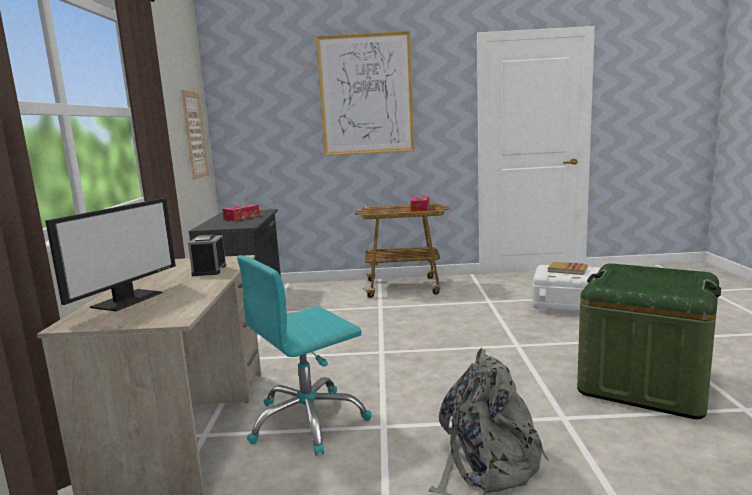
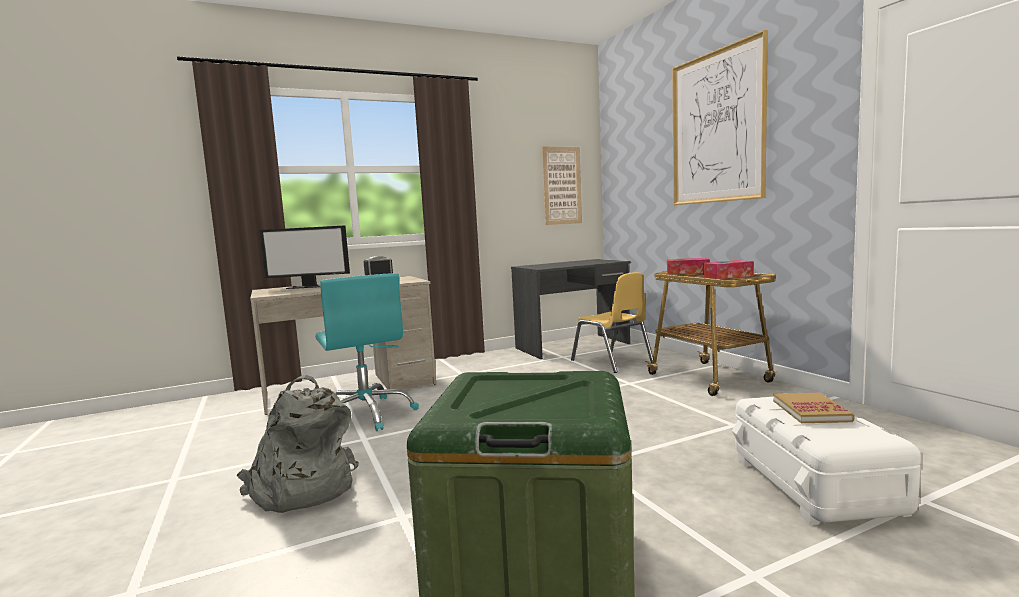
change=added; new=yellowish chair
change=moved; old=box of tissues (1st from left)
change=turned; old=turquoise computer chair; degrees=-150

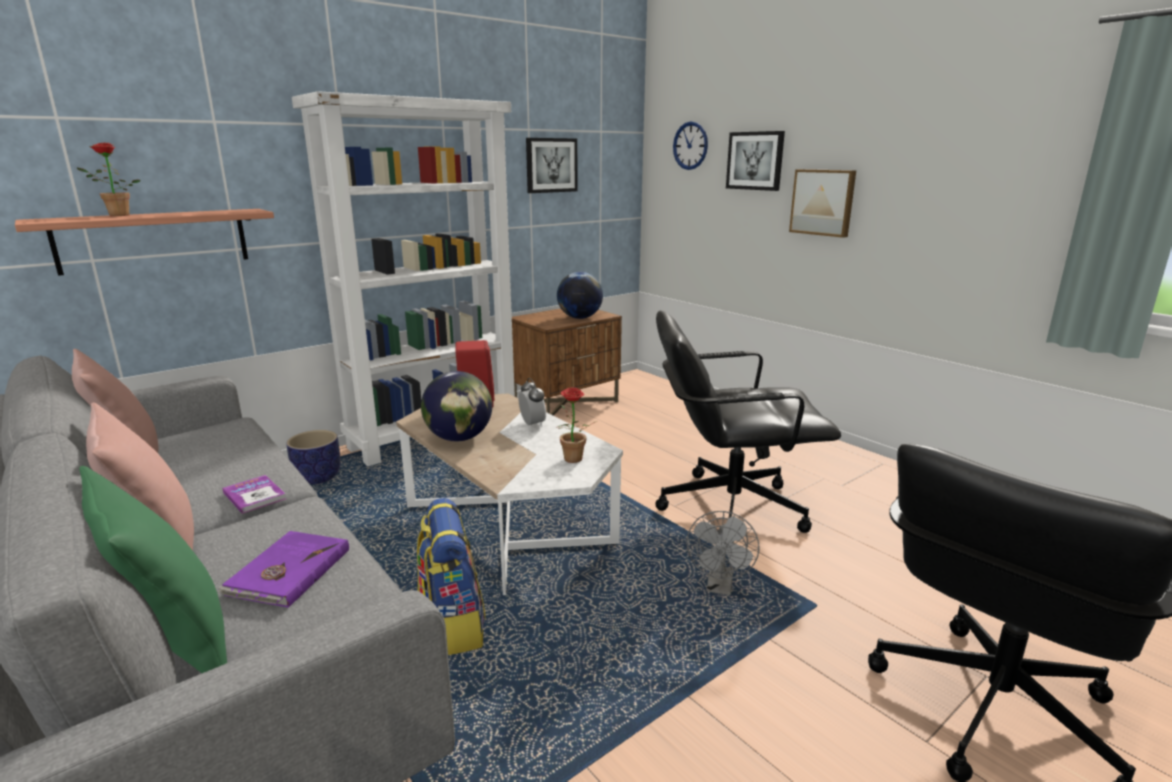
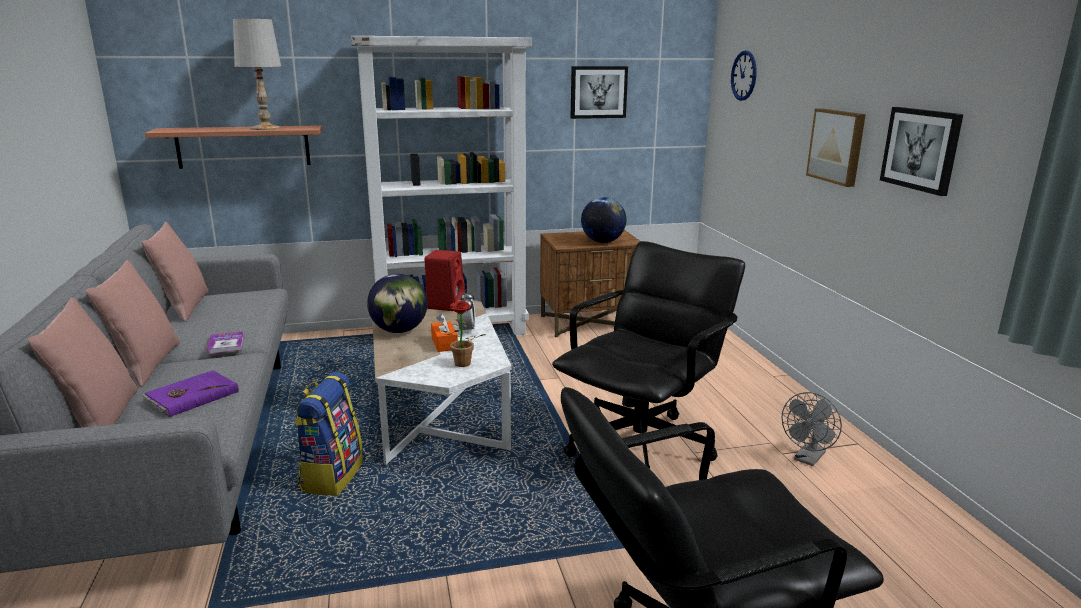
change=removed; old=houseplant (1st from left)
change=removed; old=planter
change=added; new=white-coloured tabletop lamp
change=added; new=orange box of tissues
change=moved; old=gray fan
change=moved; old=wall art (2nd from left in the first image); new=wall art (3rd from left)
change=recoloured; old=greenish cushion; new=pinkish cushion (1st from left)
change=turned; old=black-coloured computer chair (1st from left); degrees=105

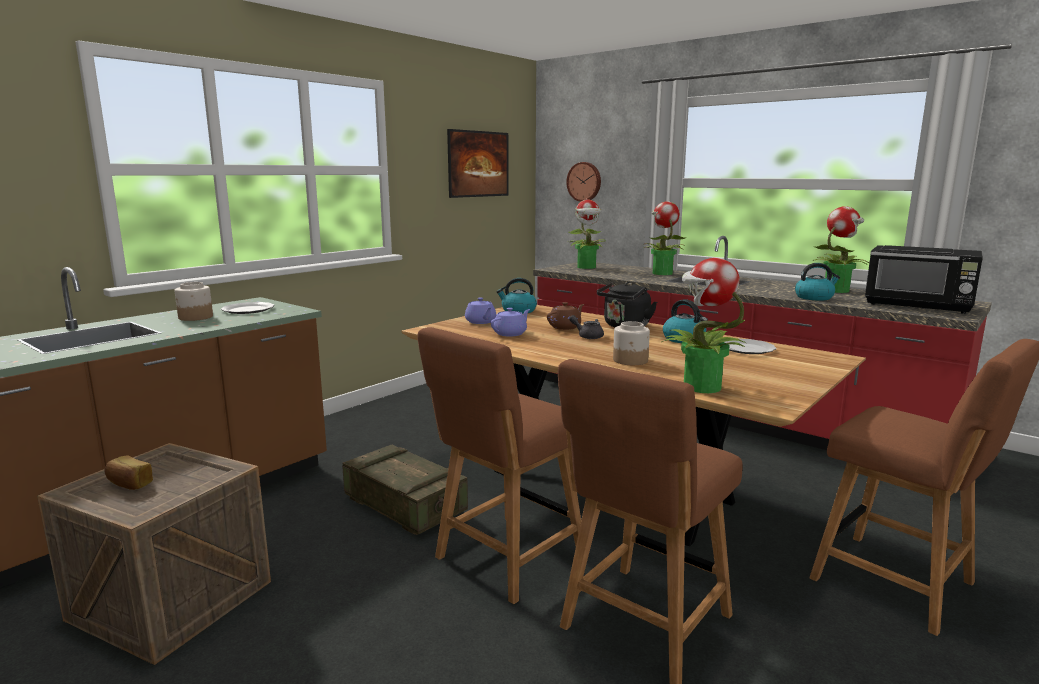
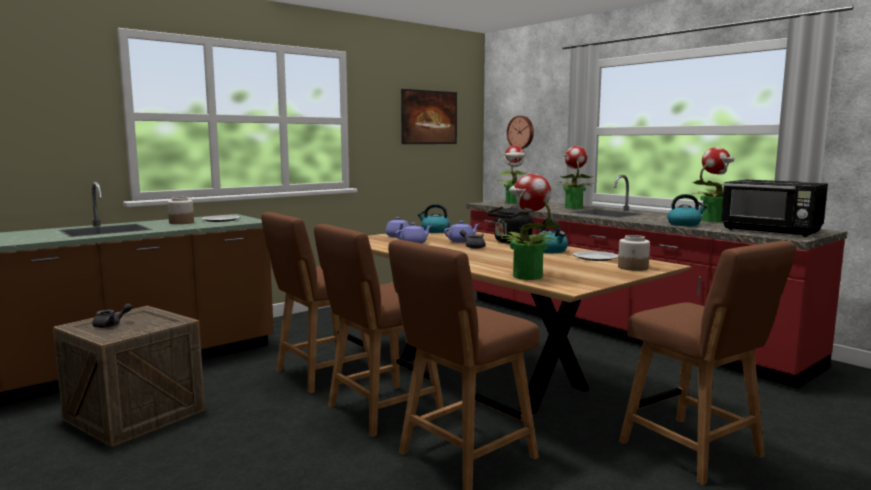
change=moved; old=preserve jar (2nd from left)
change=replaced; old=bread; new=gray teapot (1st from left)
change=replaced; old=crate (2nd from left); new=brown chair (1st from left)
change=recoloured; old=brown teapot; new=purple teapot (3rd from left)

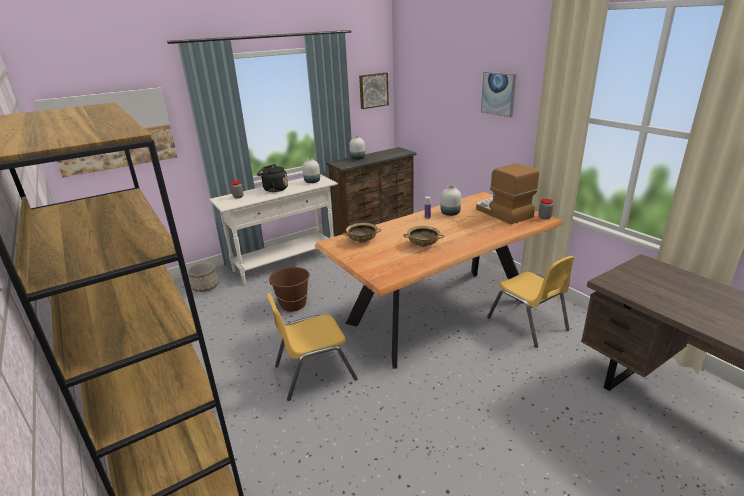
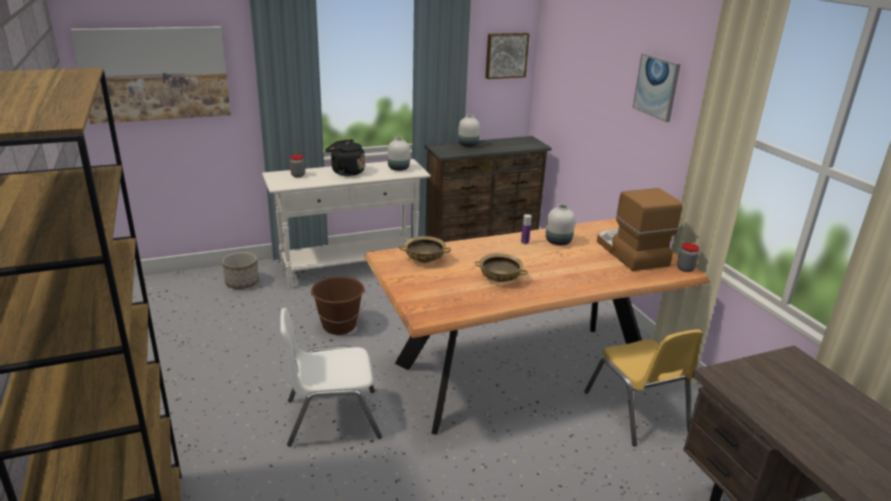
change=recoloured; old=yellowish chair (1st from left); new=white-coloured chair

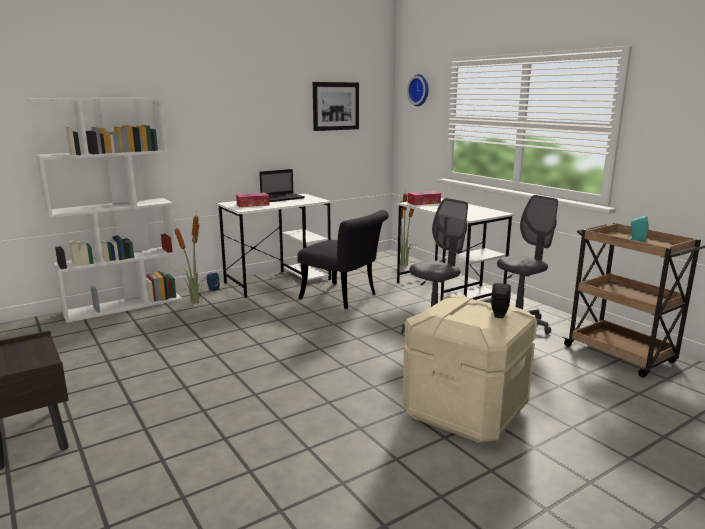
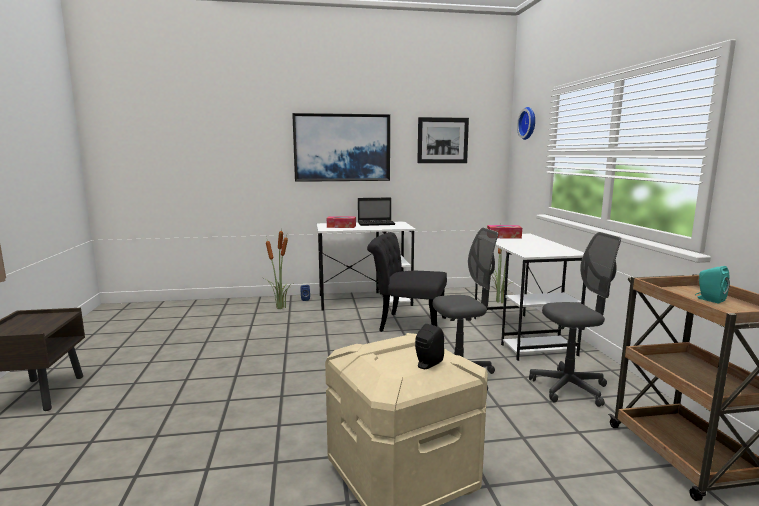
change=removed; old=white-coloured shelving unit
change=added; new=wall art (1st from left)
change=turned; old=black-coloured chair; degrees=135

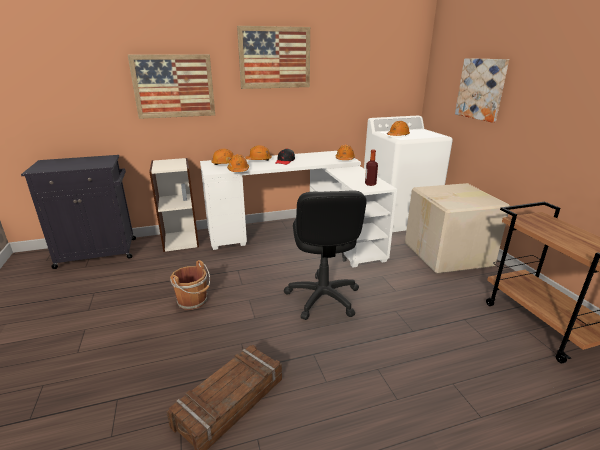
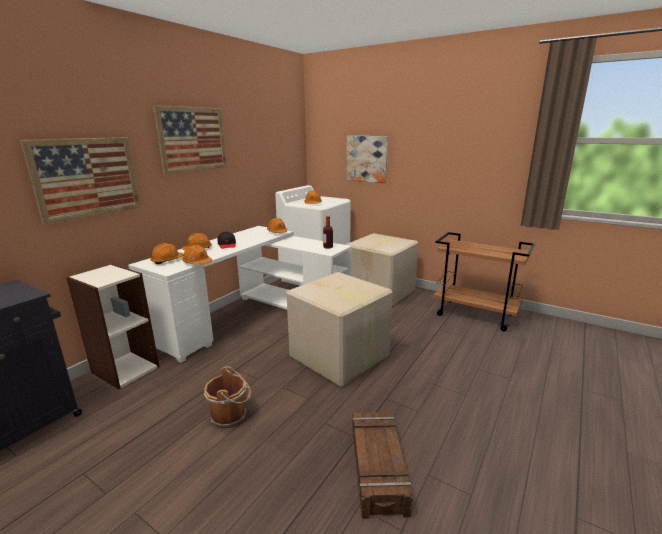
change=replaced; old=black-coloured computer chair; new=packing box (1st from left)

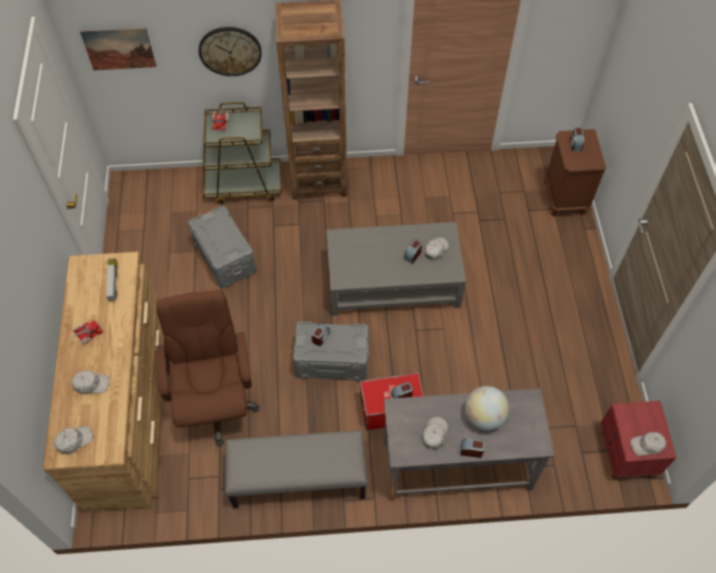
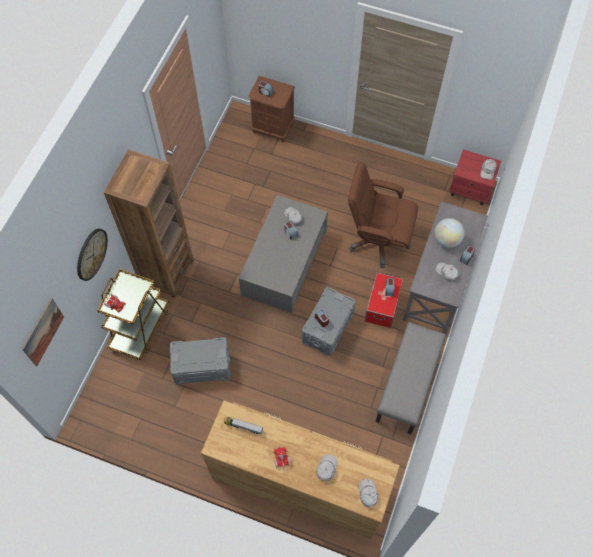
change=moved; old=brown computer chair

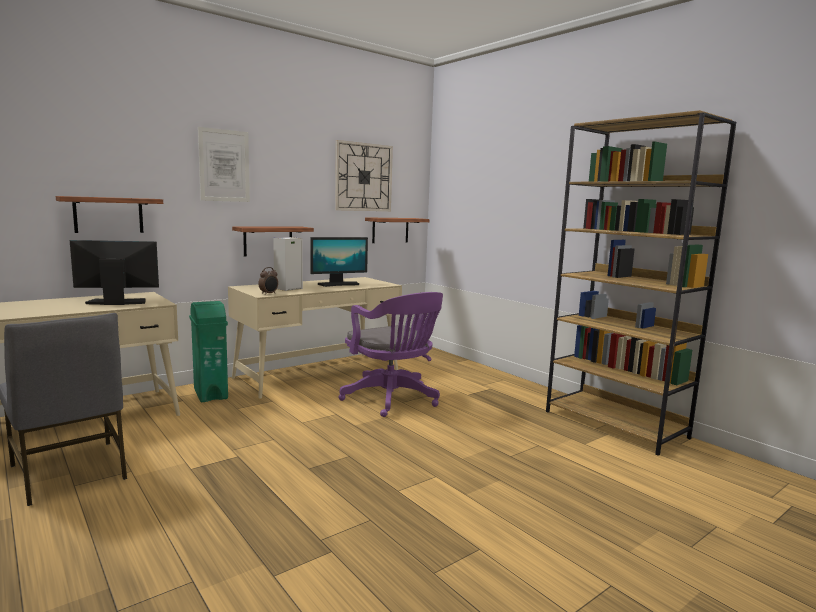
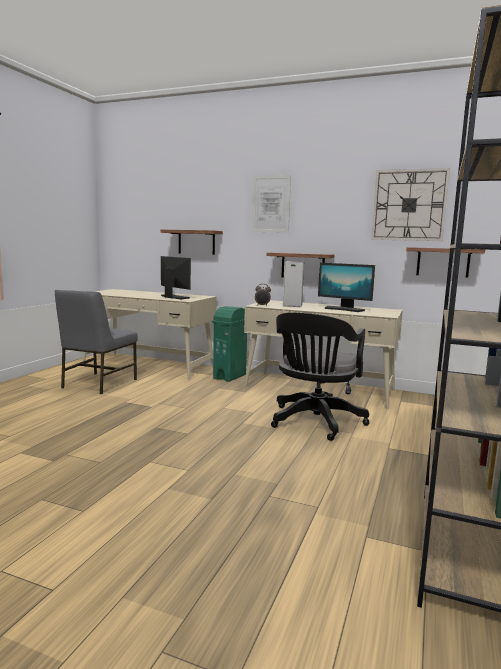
change=recoloured; old=purple computer chair; new=black-coloured computer chair

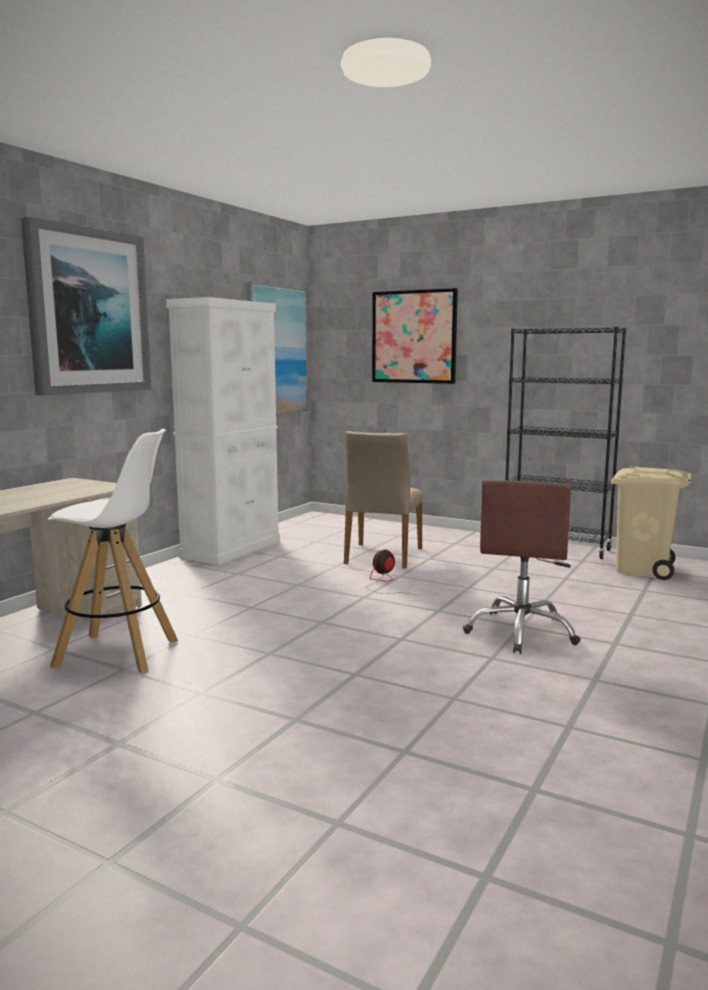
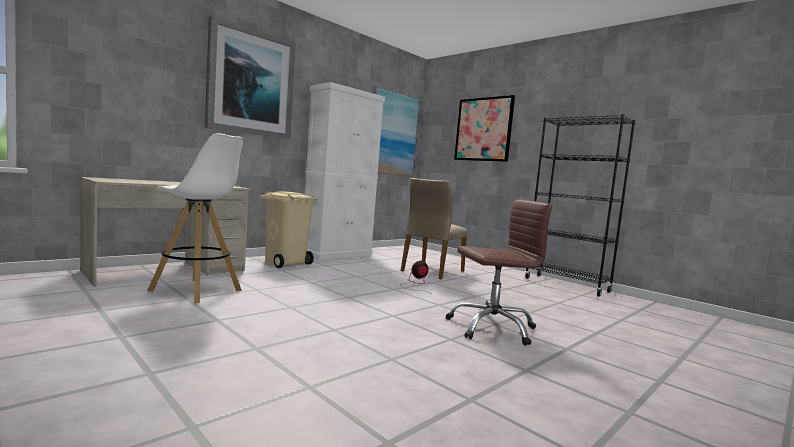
change=moved; old=beige trash can
change=turned; old=brown computer chair; degrees=-135

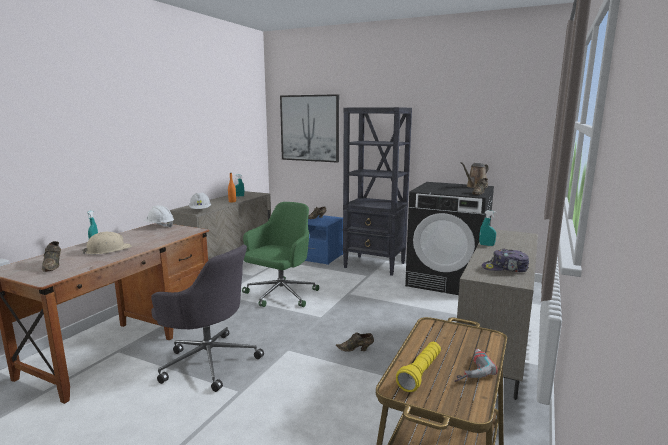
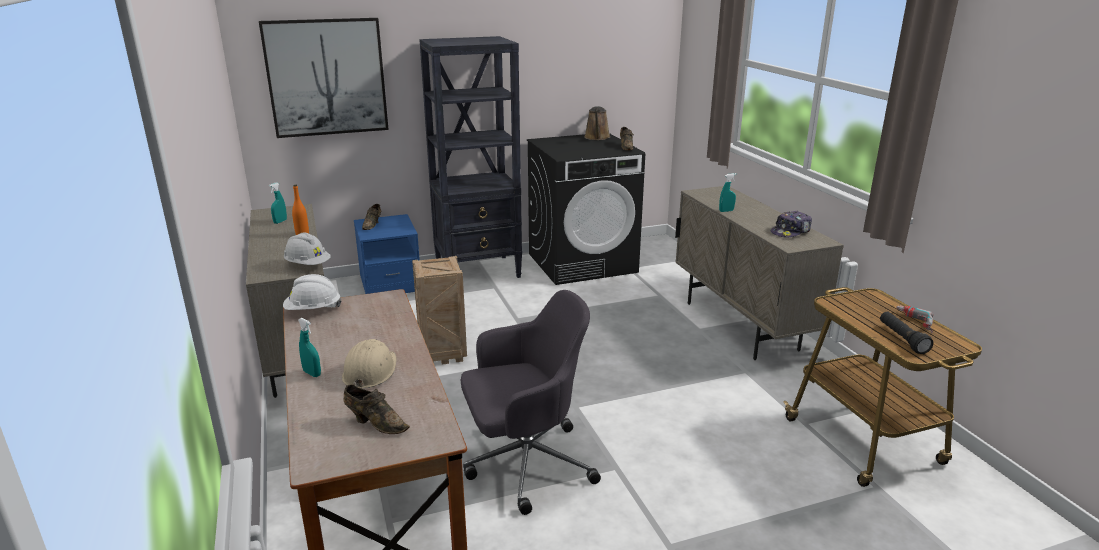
change=removed; old=brown item of footwear (3rd from left)
change=replaced; old=greenish computer chair; new=crate
change=recoloured; old=yellowish torch; new=black-coloured torch

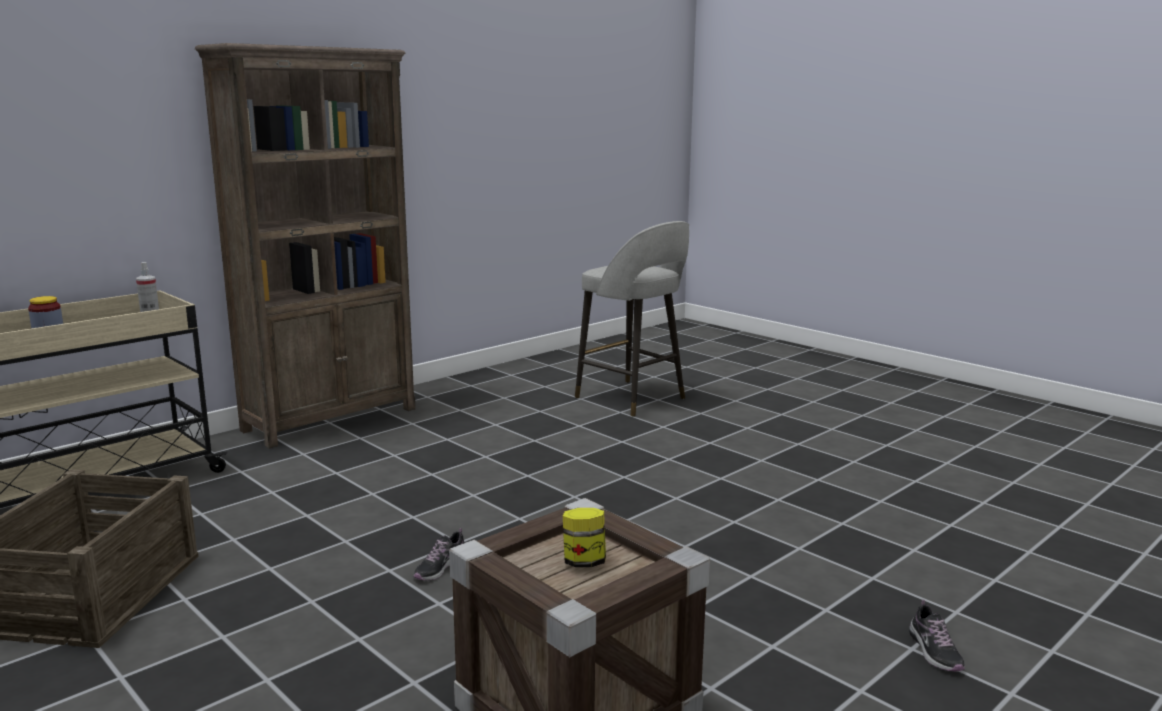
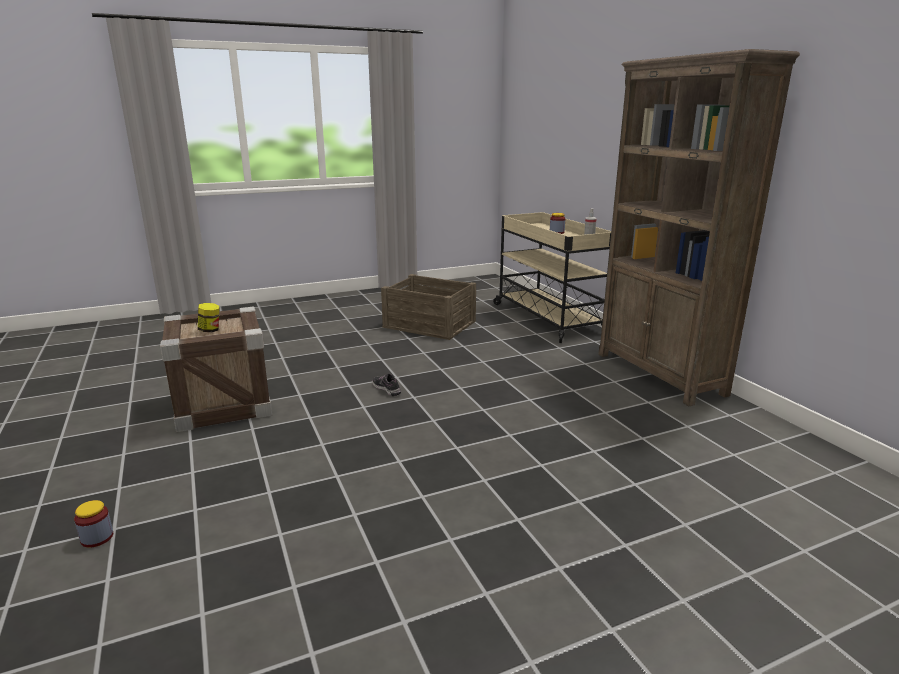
change=removed; old=gray sitting stool
change=replaced; old=item of footwear (2nd from left); new=preserve jar (1st from left)

